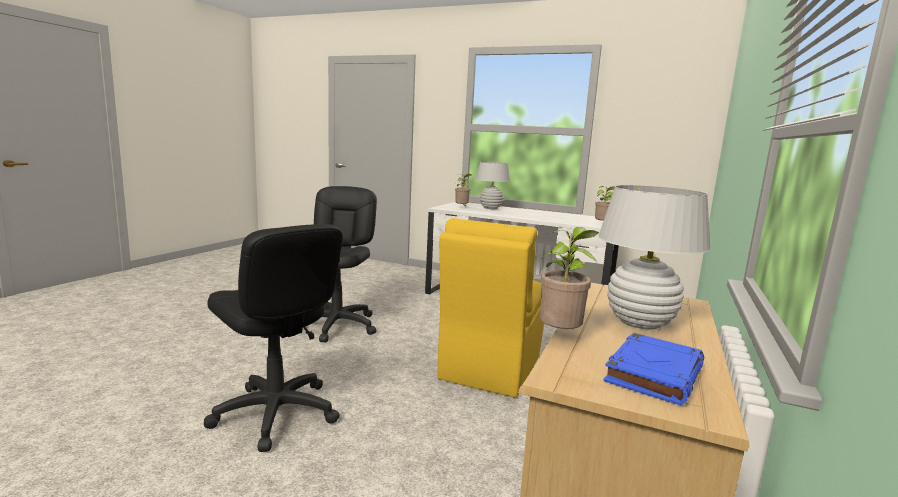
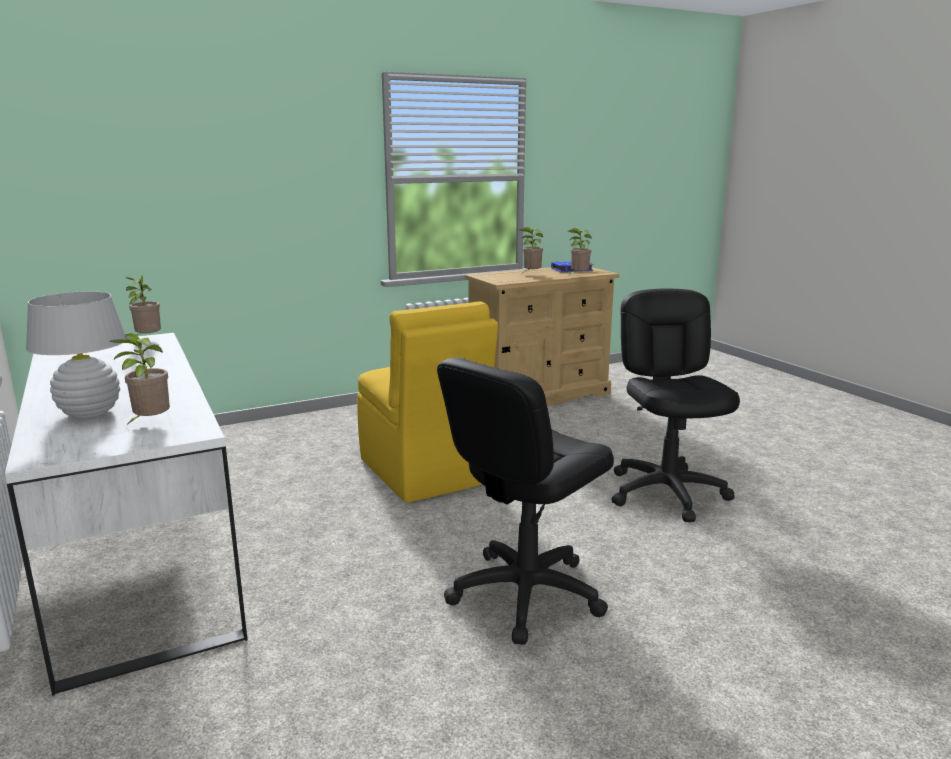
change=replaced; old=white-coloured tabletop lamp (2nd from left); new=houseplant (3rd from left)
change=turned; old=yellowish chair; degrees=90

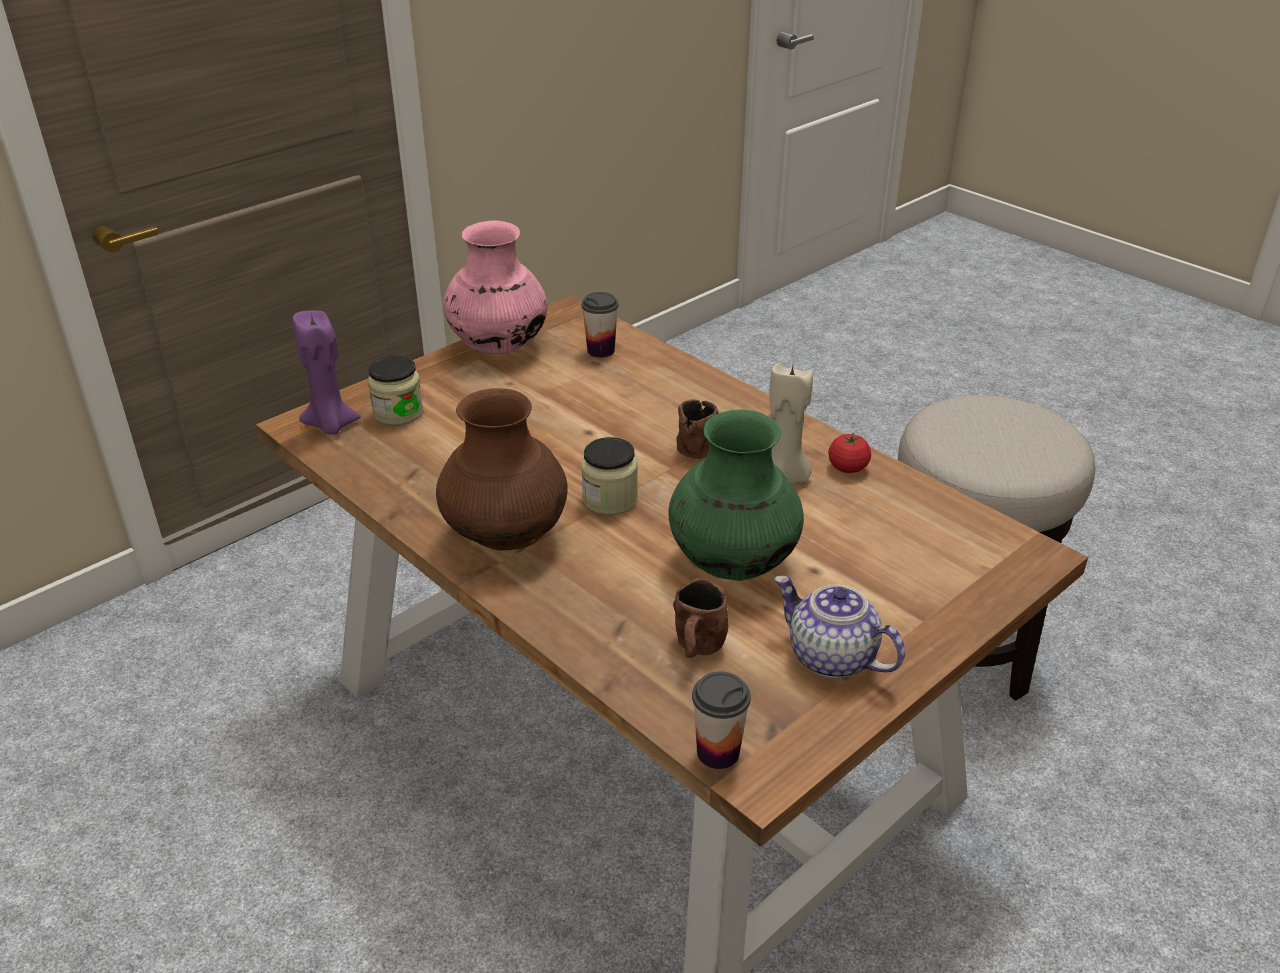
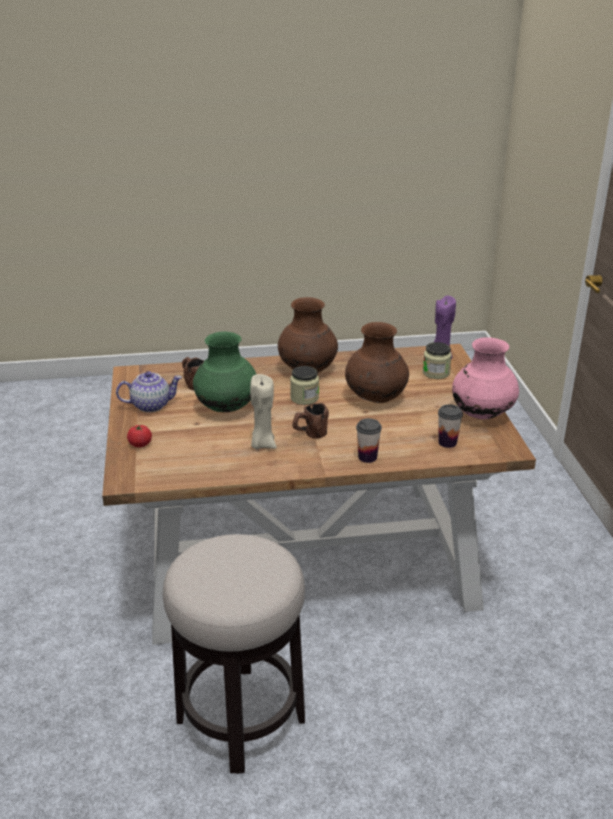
change=added; new=brown vase (2nd from left)
change=moved; old=cup (2nd from left in the first image); new=cup (1st from left)
change=moved; old=fresh tomato

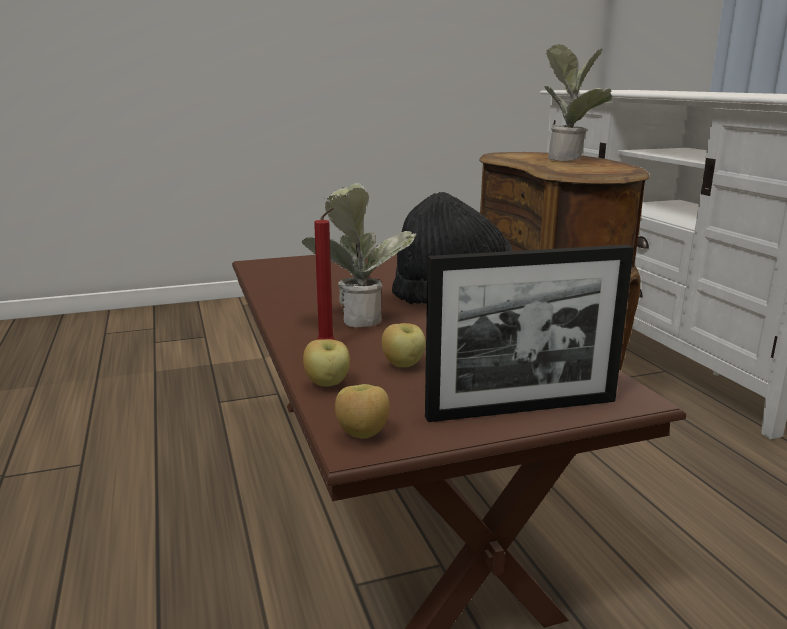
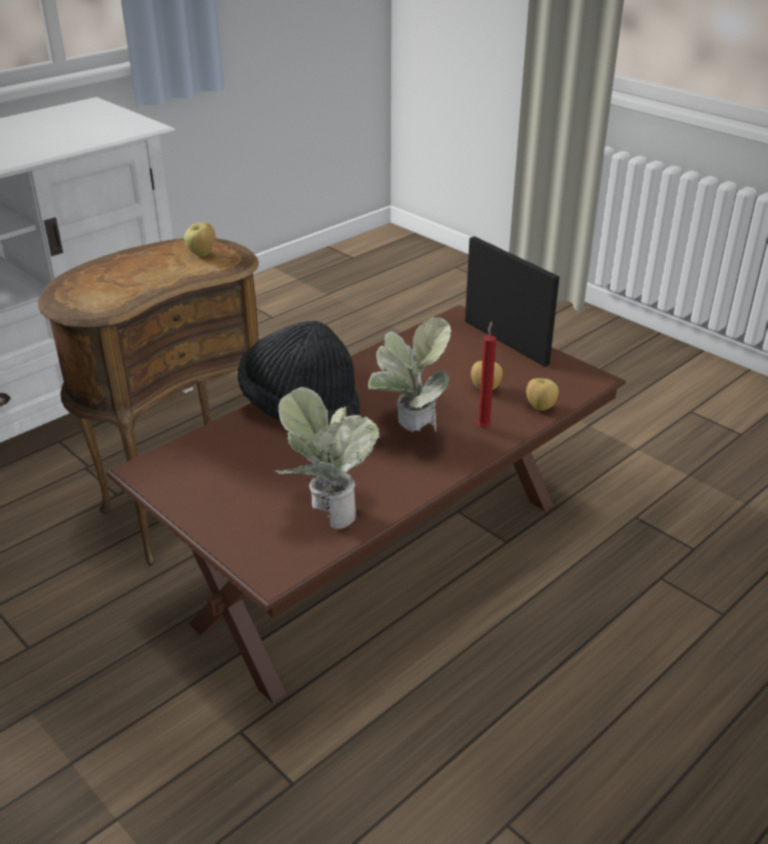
change=moved; old=apple fruit (2nd from left in the first image); new=apple fruit (1st from left)
change=moved; old=houseplant (2nd from left in the first image); new=houseplant (1st from left)

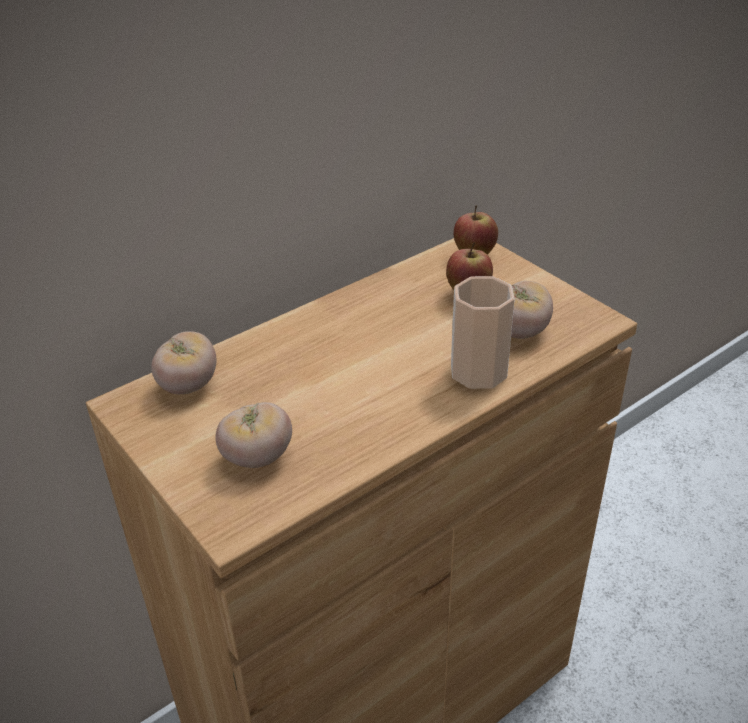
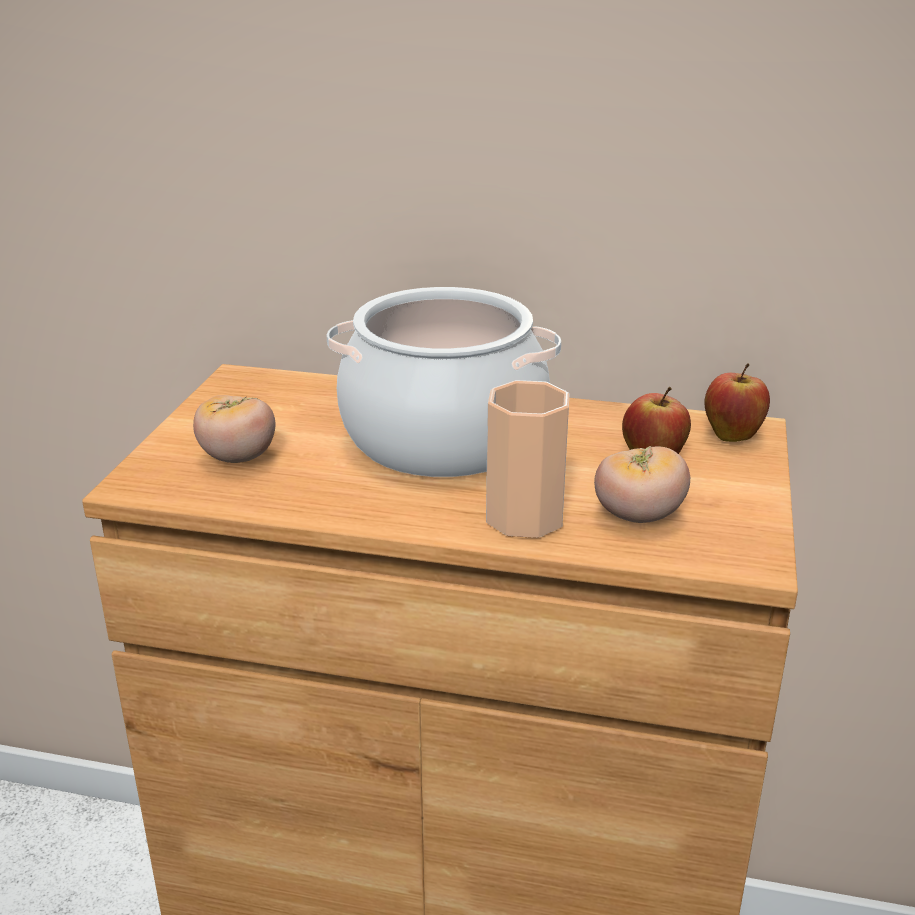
change=removed; old=fresh tomato (1st from left)
change=added; new=stockpot

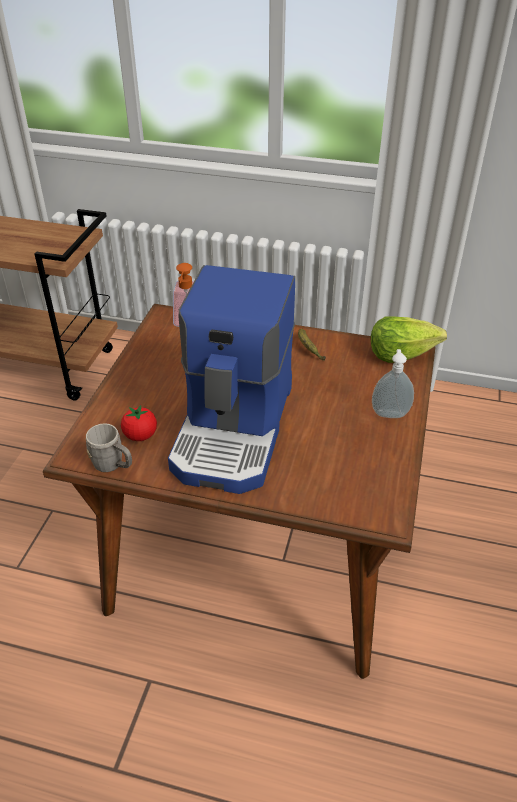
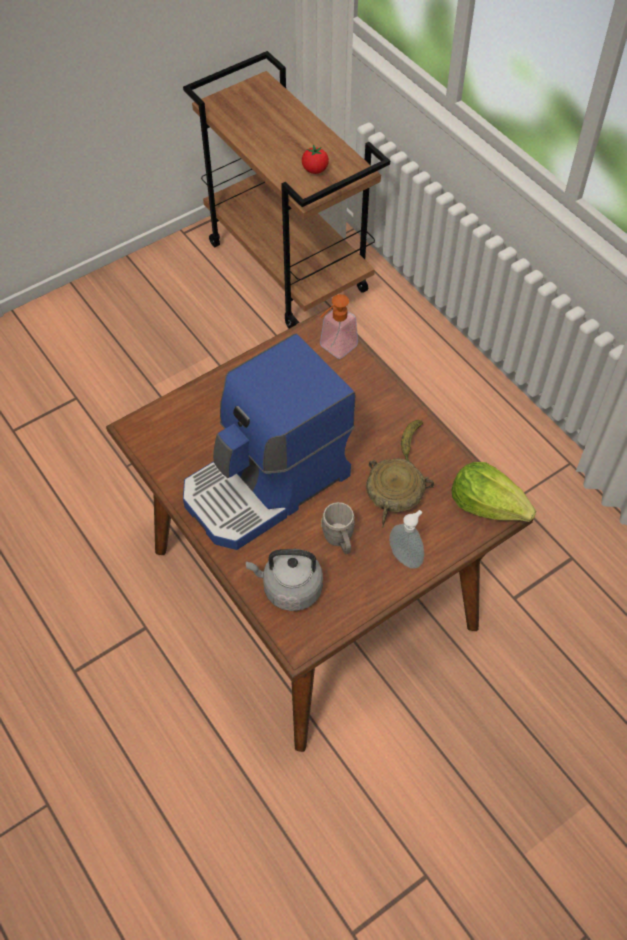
change=added; new=gray tea kettle
change=added; new=beige deep dish
change=moved; old=gray tea mug
change=moved; old=fresh tomato

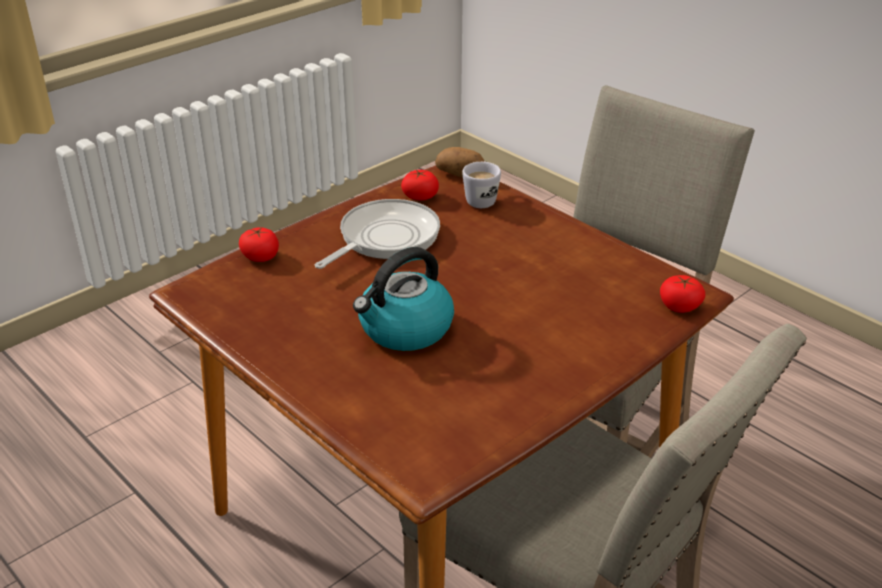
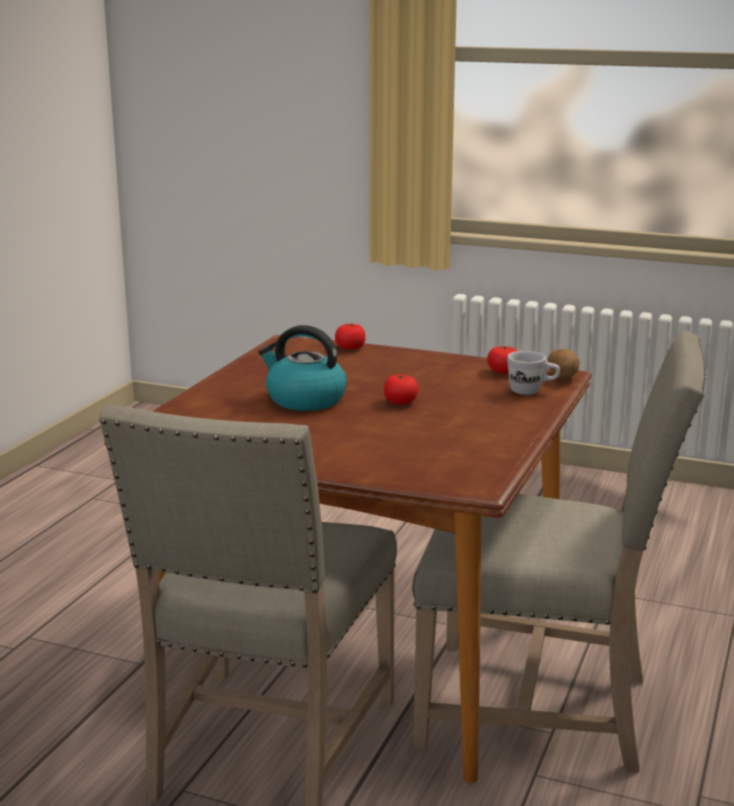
change=removed; old=skillet
change=moved; old=fresh tomato (3rd from left in the first image); new=fresh tomato (2nd from left)

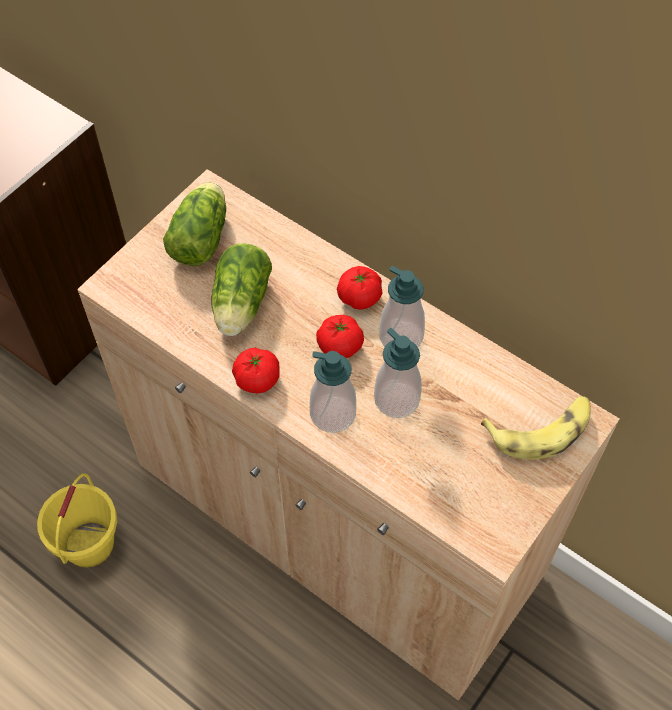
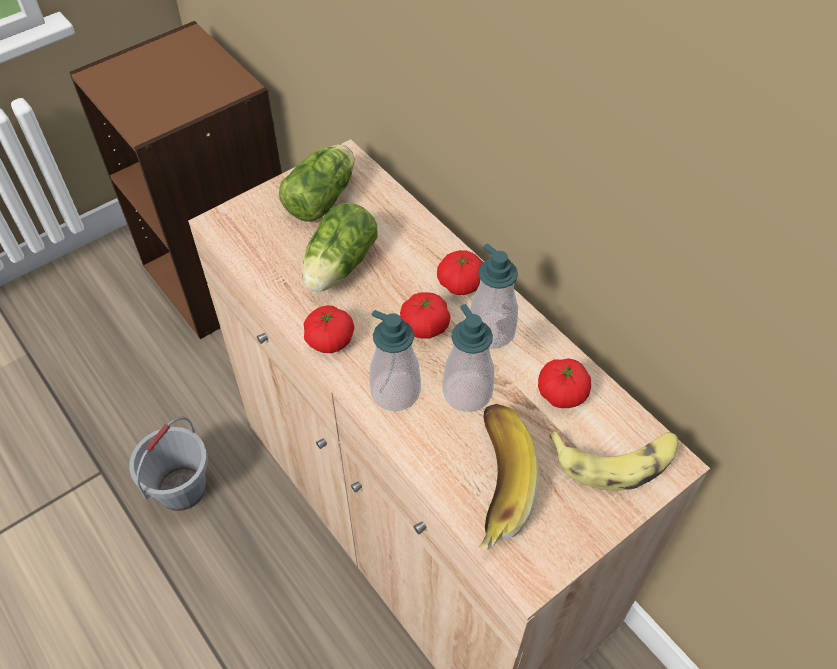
change=added; new=banana fruit (1st from left)
change=added; new=fresh tomato (4th from left)
change=recoloured; old=yellowish water bucket; new=gray water bucket

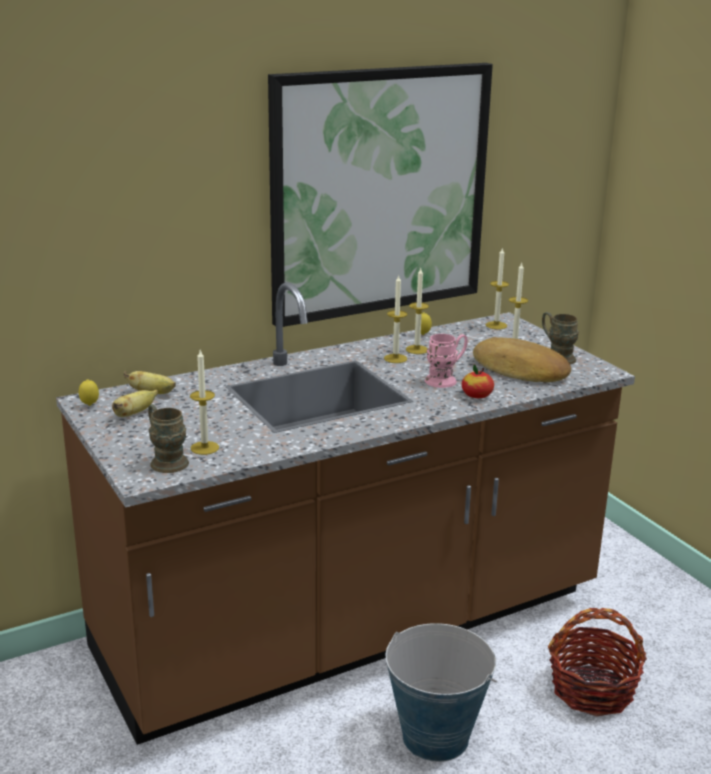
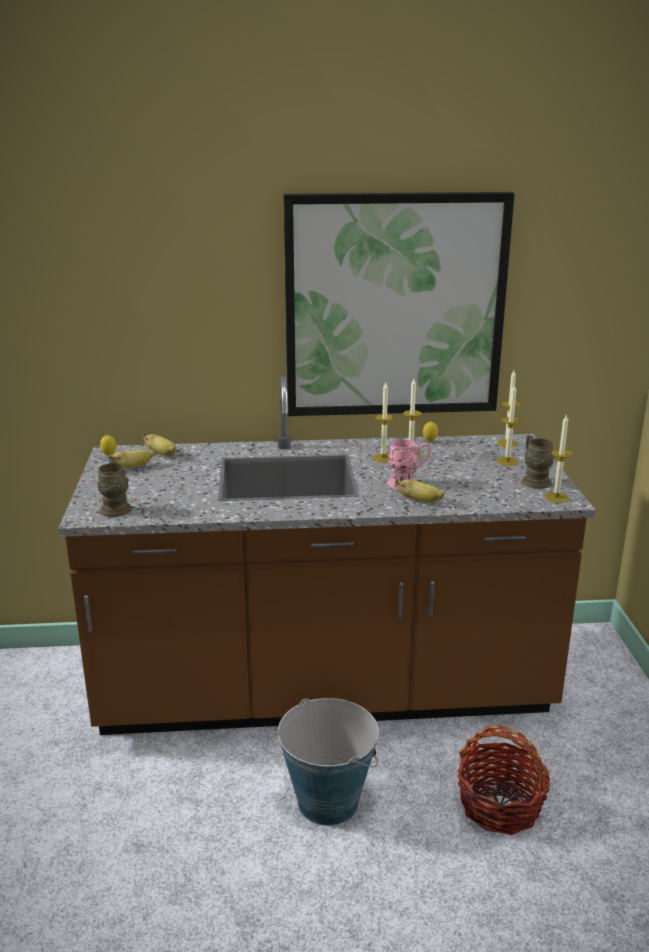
change=removed; old=bread
change=moved; old=wax light (1st from left in the first image); new=wax light (5th from left)
change=replaced; old=apple fruit; new=banana fruit (3rd from left)

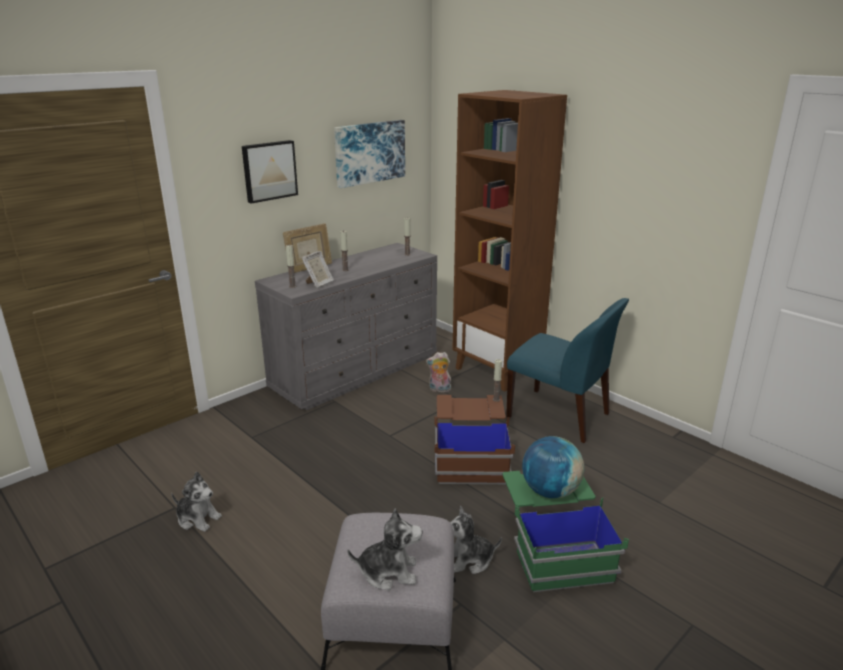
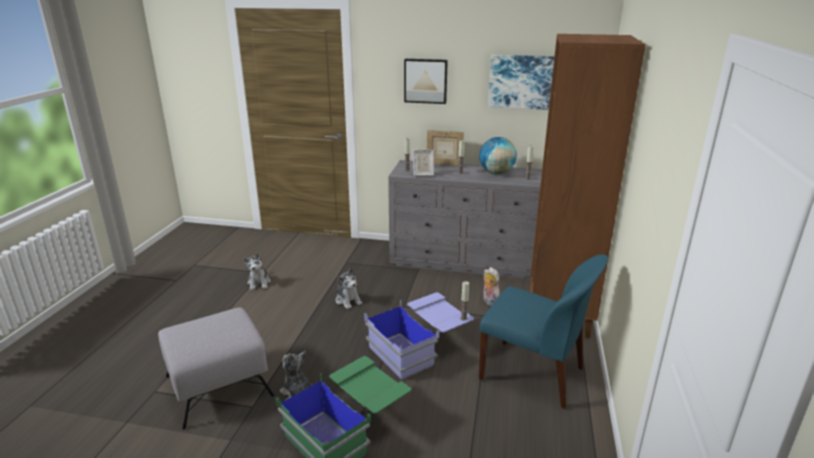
change=moved; old=soft toy (2nd from left in the first image); new=soft toy (3rd from left)
change=moved; old=world globe
change=recoloured; old=brown storage bin; new=blue-coloured storage bin
change=turned; old=blue-coloured chair; degrees=-60

